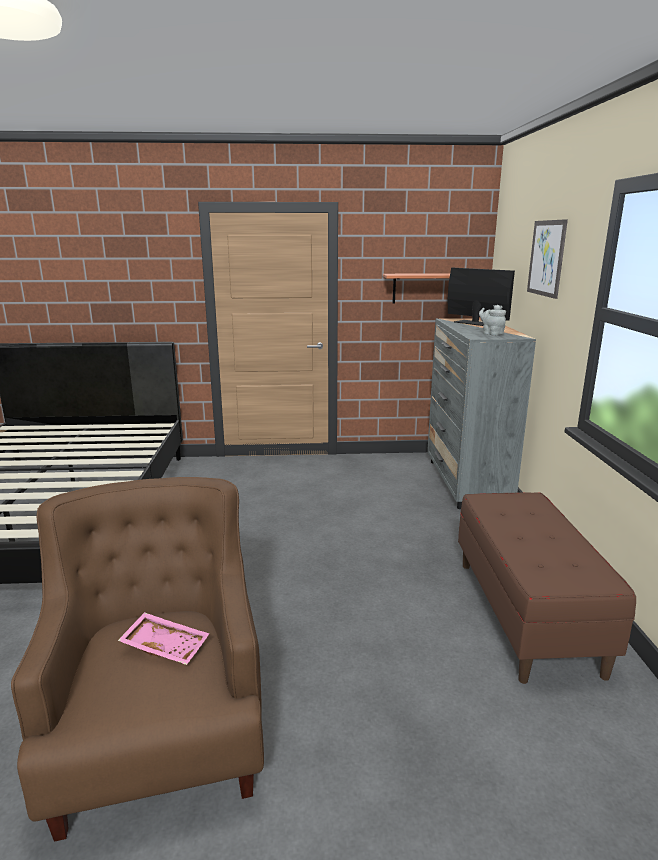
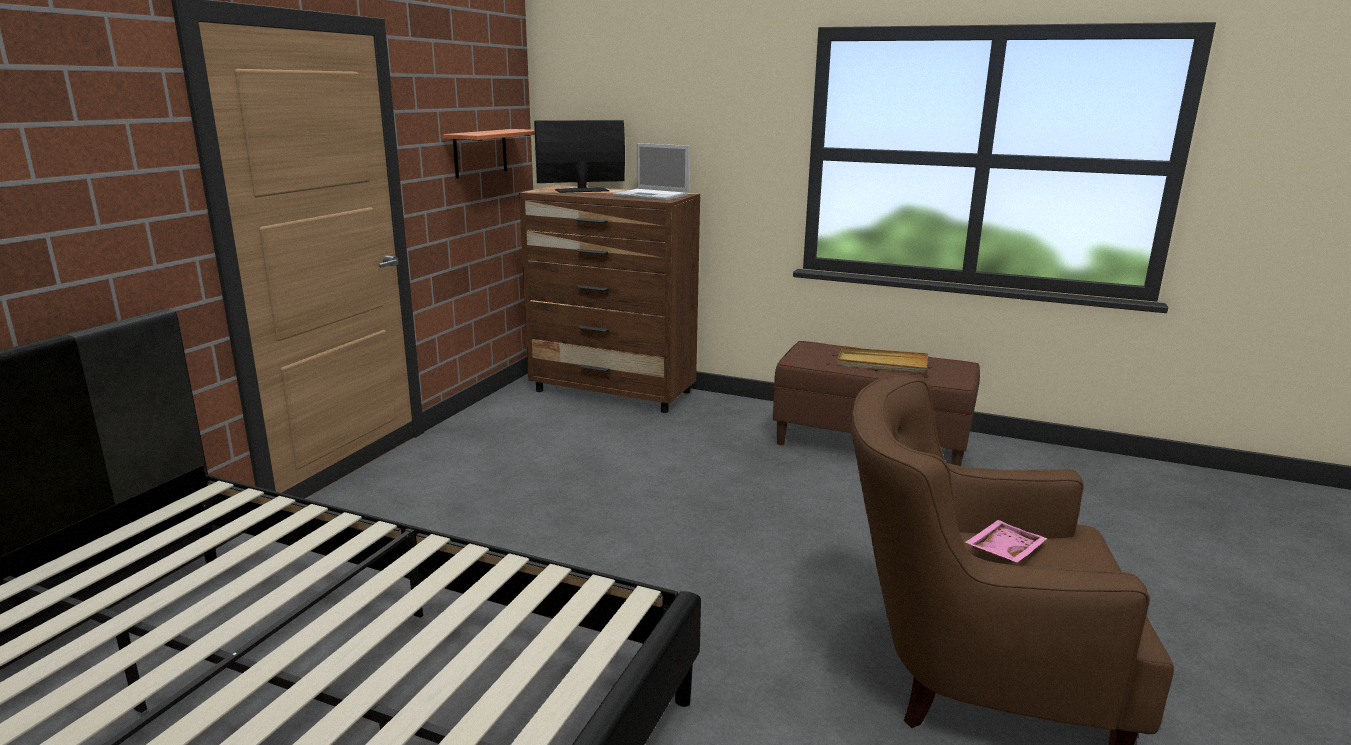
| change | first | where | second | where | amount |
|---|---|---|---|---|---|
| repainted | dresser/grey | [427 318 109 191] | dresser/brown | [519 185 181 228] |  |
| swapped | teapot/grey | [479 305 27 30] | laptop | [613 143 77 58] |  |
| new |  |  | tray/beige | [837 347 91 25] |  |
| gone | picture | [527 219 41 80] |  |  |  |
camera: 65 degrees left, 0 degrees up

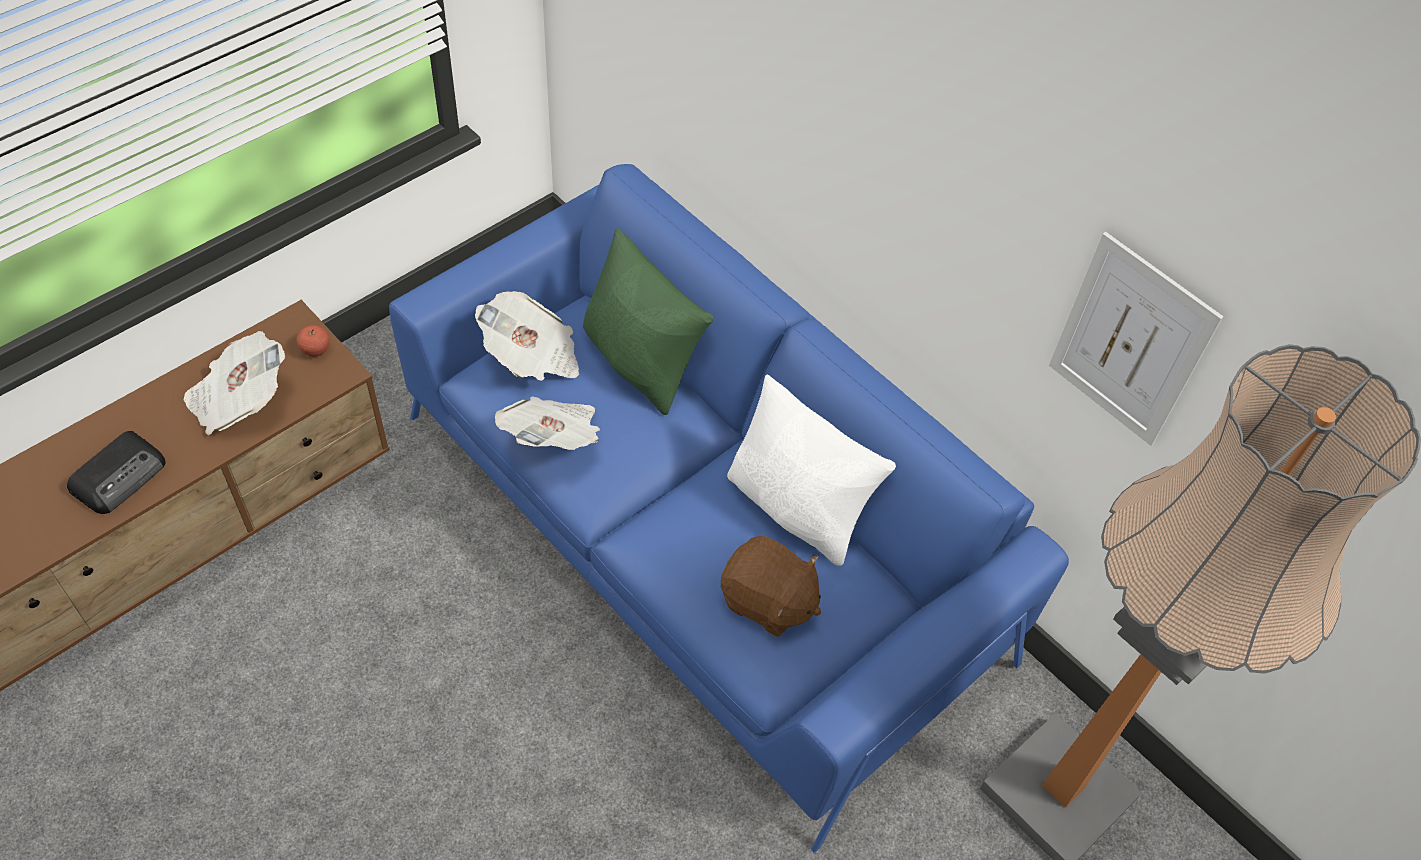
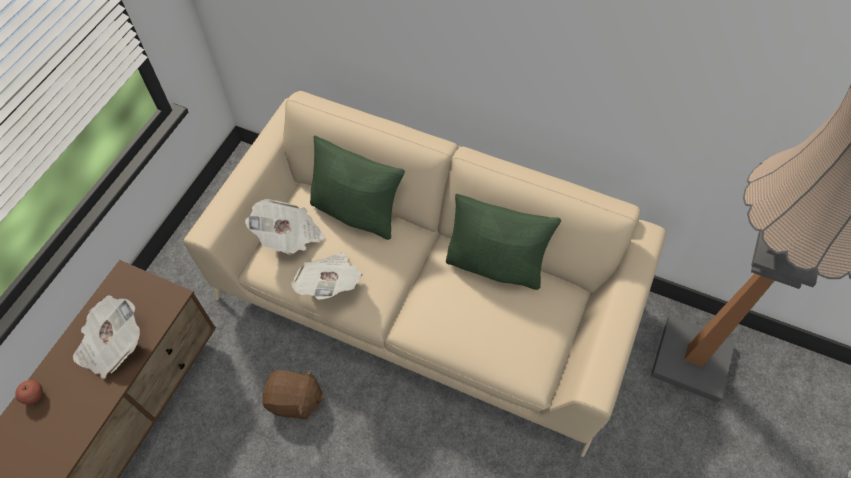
| change | first | where | second | where | amount |
|---|---|---|---|---|---|
| shifted | apple | [296 325 34 32] |  | [15 380 28 24] |  |
| repainted | sofa/blue | [389 164 680 688] | sofa/beige | [184 91 482 366] |  |
| shifted | plush toy/brown | [721 536 100 101] |  | [262 369 63 50] |  |
| repainted | pillow/white | [727 375 169 191] | pillow/green | [446 194 115 96] |  |
| gone | radio | [67 431 98 83] |  |  |  |
| gone | picture | [1049 232 174 214] |  |  |  |
camera: 20 degrees left, 5 degrees up

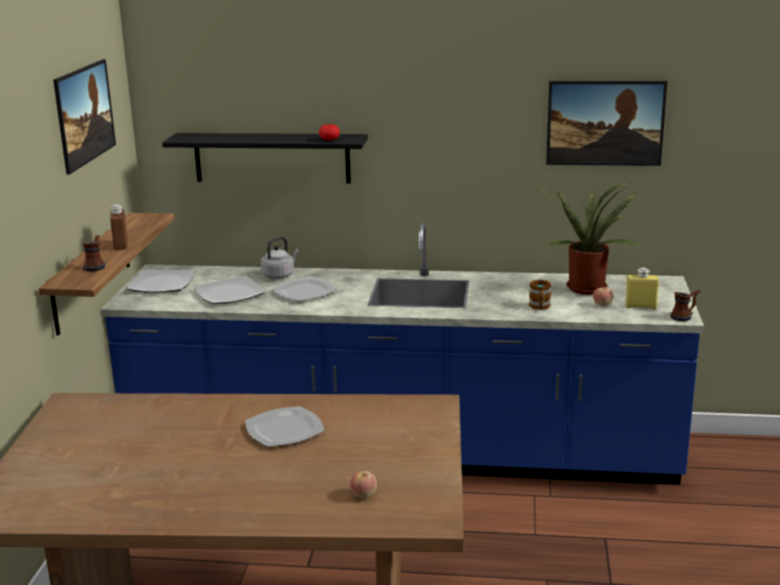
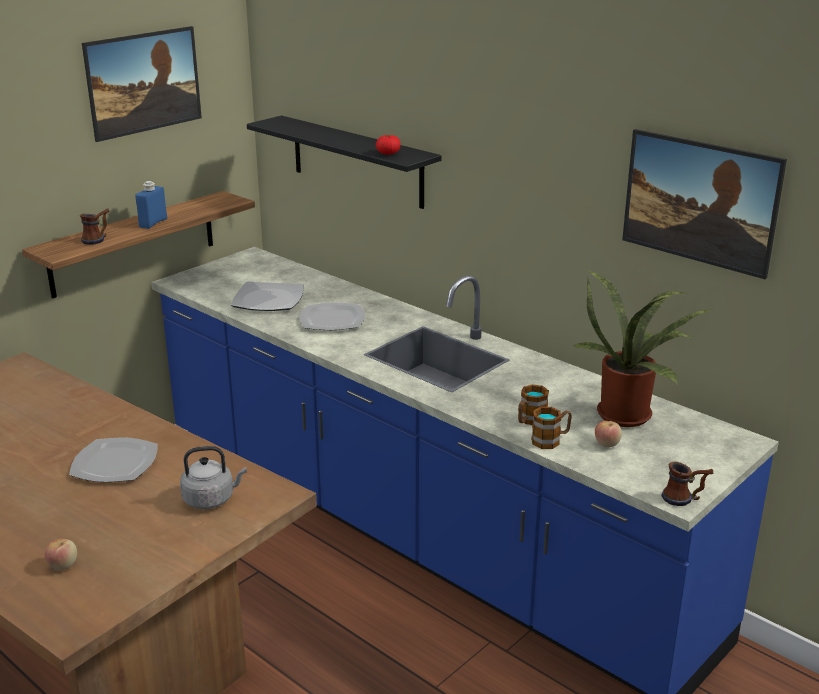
| change | first | where | second | where | amount |
|---|---|---|---|---|---|
| repainted | bottle/brown | [110 204 17 46] | bottle/blue | [135 181 32 48] |  |
| shifted | kettle/grey | [261 236 38 43] |  | [180 446 67 63] |  |
| new |  |  | mug | [531 407 41 42] |  |
| gone | plate | [127 270 68 23] |  |  |  |
| gone | bottle/yellow | [625 268 34 41] |  |  |  |
camera: 35 degrees right, 5 degrees up

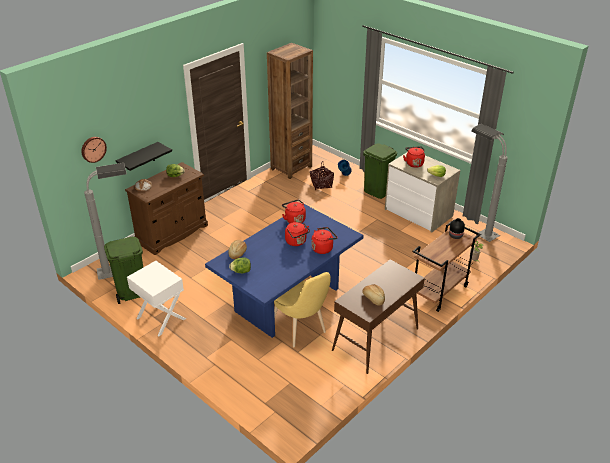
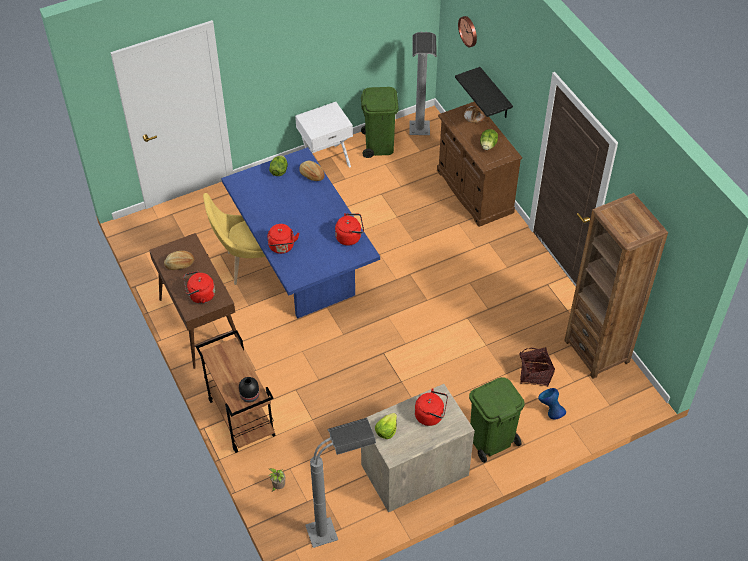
| change | first | where | second | where | amount |
|---|---|---|---|---|---|
| shifted | kettle/red | [285 222 25 24] |  | [184 271 31 32] |  |
camera: 110 degrees right, 15 degrees up

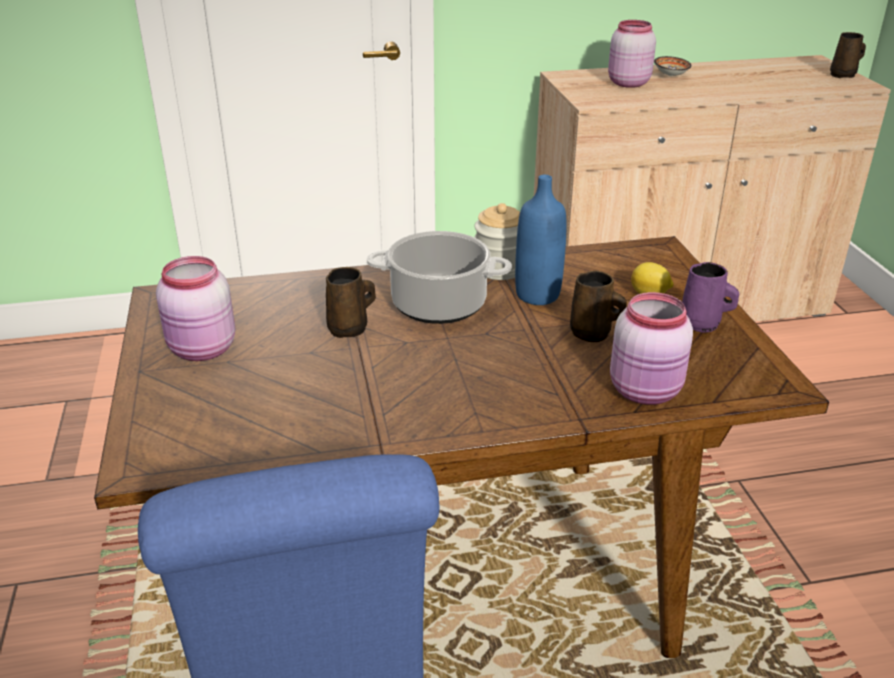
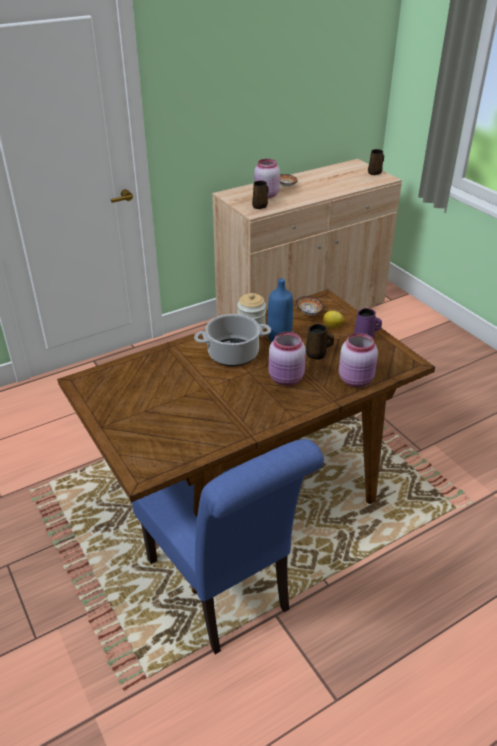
| change | first | where | second | where | amount |
|---|---|---|---|---|---|
| shifted | mug/brown | [326 267 50 71] |  | [252 181 17 28] |  |
| shifted | jar/pink | [156 256 79 105] |  | [269 332 37 54] |  |
| new |  |  | bowl | [296 296 28 19] |  |
camera: 20 degrees left, 5 degrees up

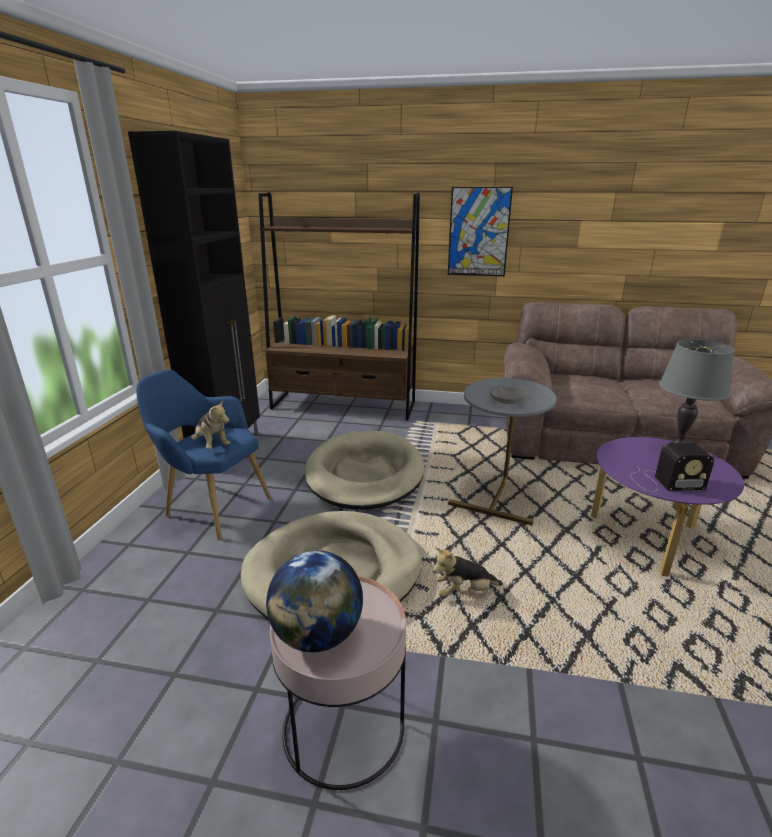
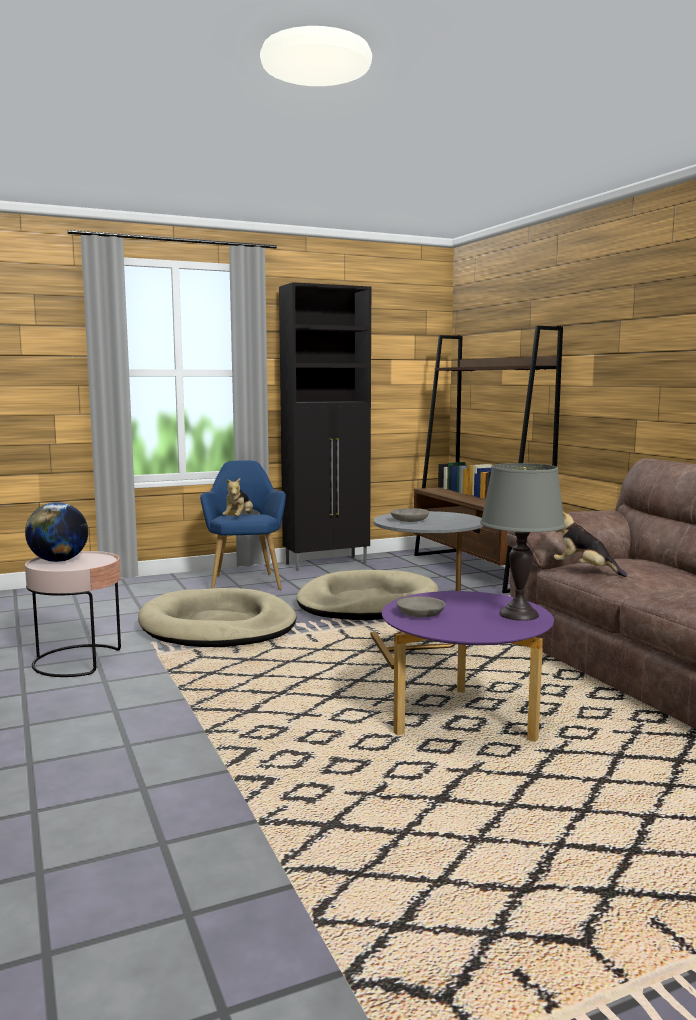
| change | first | where | second | where | amount |
|---|---|---|---|---|---|
| swapped | radio | [630 442 84 50] | bowl/grey | [397 596 49 21] |  |
| shifted | plush toy | [433 548 70 49] |  | [554 511 73 66] |  |
| gone | picture | [448 187 65 89] |  |  |  |
camera: 55 degrees right, 15 degrees down

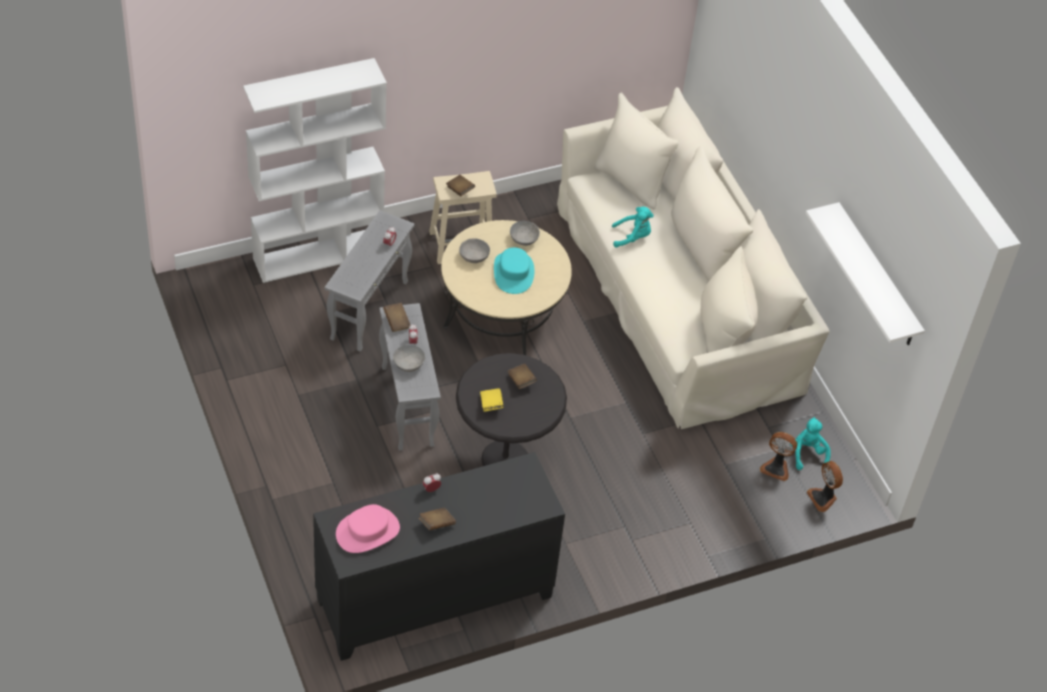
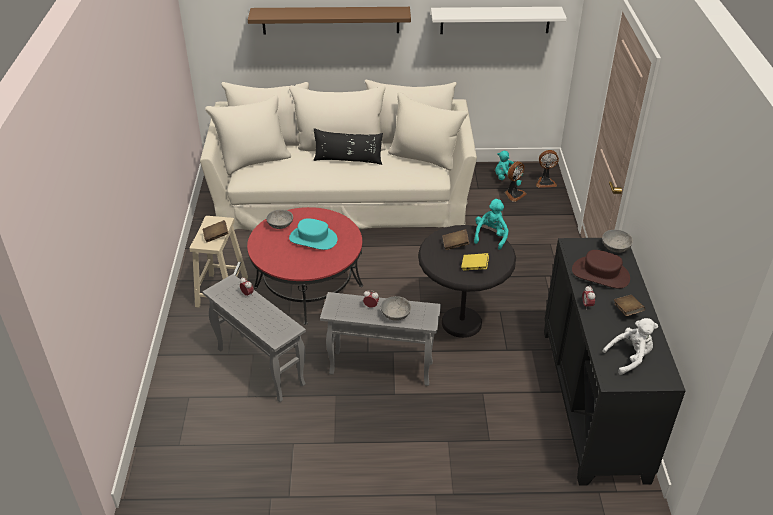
| change | first | where | second | where | amount |
|---|---|---|---|---|---|
| repainted | coffee table/beige | [441 220 131 136] | coffee table/red | [247 207 116 118] |  |
| new |  |  | shelf/brown | [248 7 163 28] |  |
| new |  |  | pillow/black | [313 128 70 37] |  |
| shifted | plush toy/turquoise | [612 207 42 40] |  | [474 199 34 51] |  |
| new |  |  | hat/brown | [572 250 58 39] |  |
| shifted | bowl/grey | [459 238 31 25] |  | [602 230 31 23] |  |
| swapped | hat/pink | [336 504 64 49] | plush toy/white | [602 318 56 57] |  |
| gone | bookcase/white | [243 58 144 225] |  |  |  |
| gone | book/brown | [383 303 27 29] |  |  |  |
camera: 65 degrees left, 10 degrees down

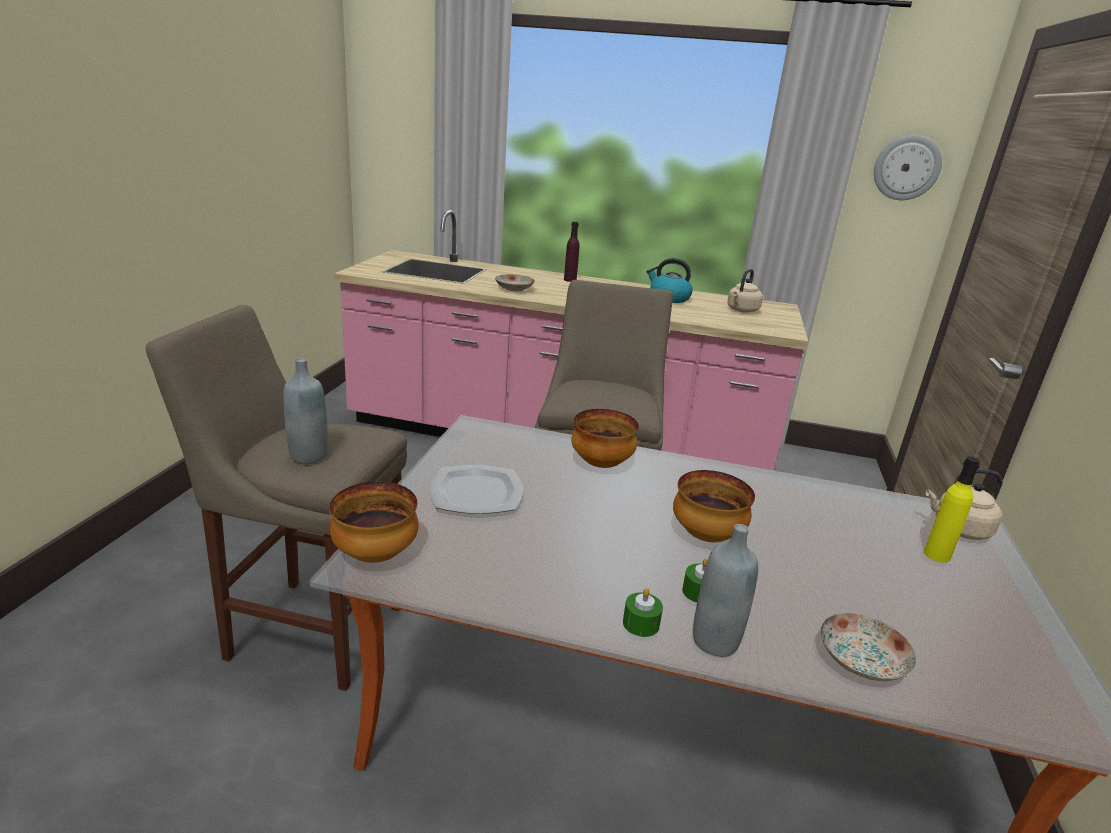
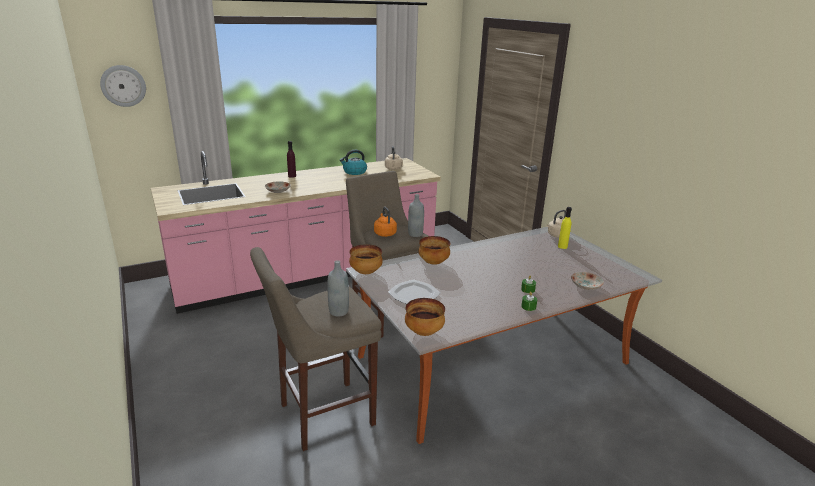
| change | first | where | second | where | amount |
|---|---|---|---|---|---|
| shifted | wall clock | [874 135 68 65] |  | [100 65 46 42] |  |
| shifted | bowl | [673 470 82 72] |  | [349 244 34 30] |  |
| new |  |  | kettle/orange | [374 207 23 30] |  |
| shifted | bottle/grey | [693 524 65 133] |  | [408 194 16 43] |  |
camera: 40 degrees left, 0 degrees up

